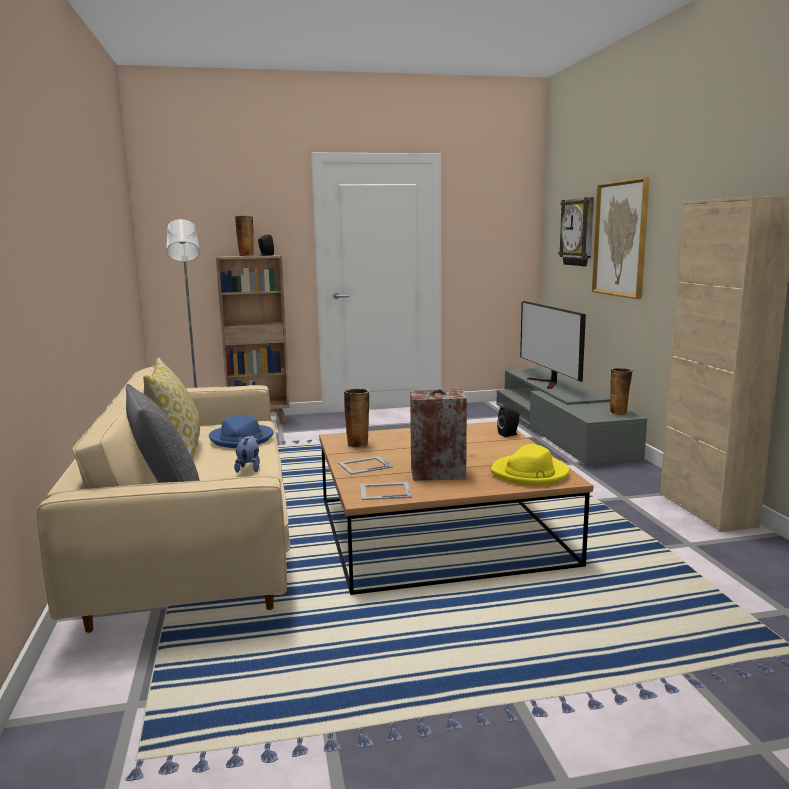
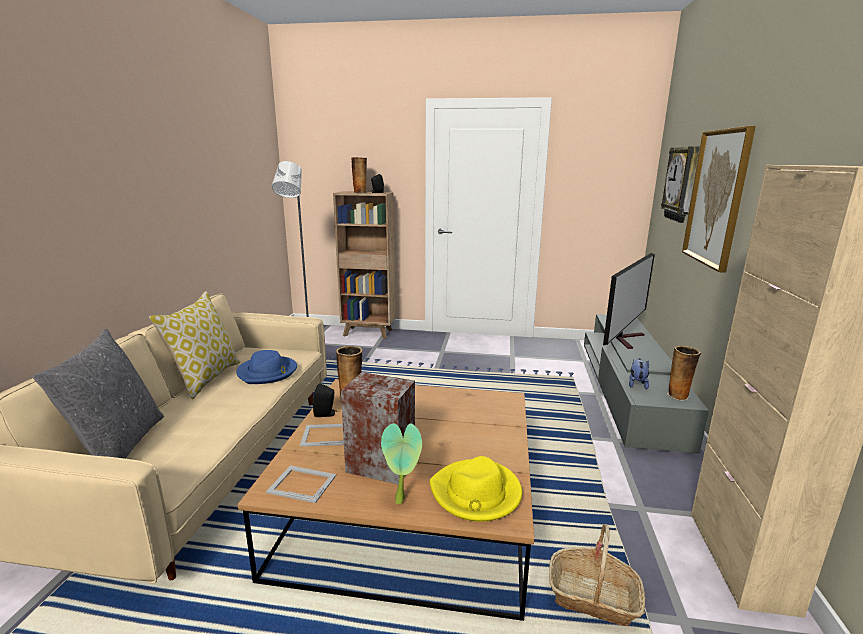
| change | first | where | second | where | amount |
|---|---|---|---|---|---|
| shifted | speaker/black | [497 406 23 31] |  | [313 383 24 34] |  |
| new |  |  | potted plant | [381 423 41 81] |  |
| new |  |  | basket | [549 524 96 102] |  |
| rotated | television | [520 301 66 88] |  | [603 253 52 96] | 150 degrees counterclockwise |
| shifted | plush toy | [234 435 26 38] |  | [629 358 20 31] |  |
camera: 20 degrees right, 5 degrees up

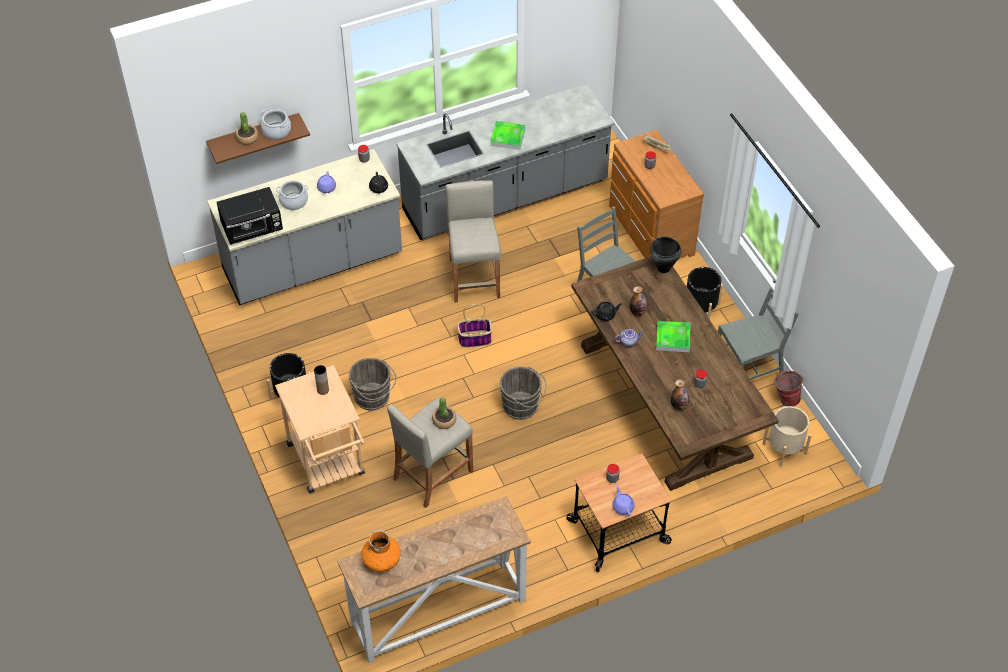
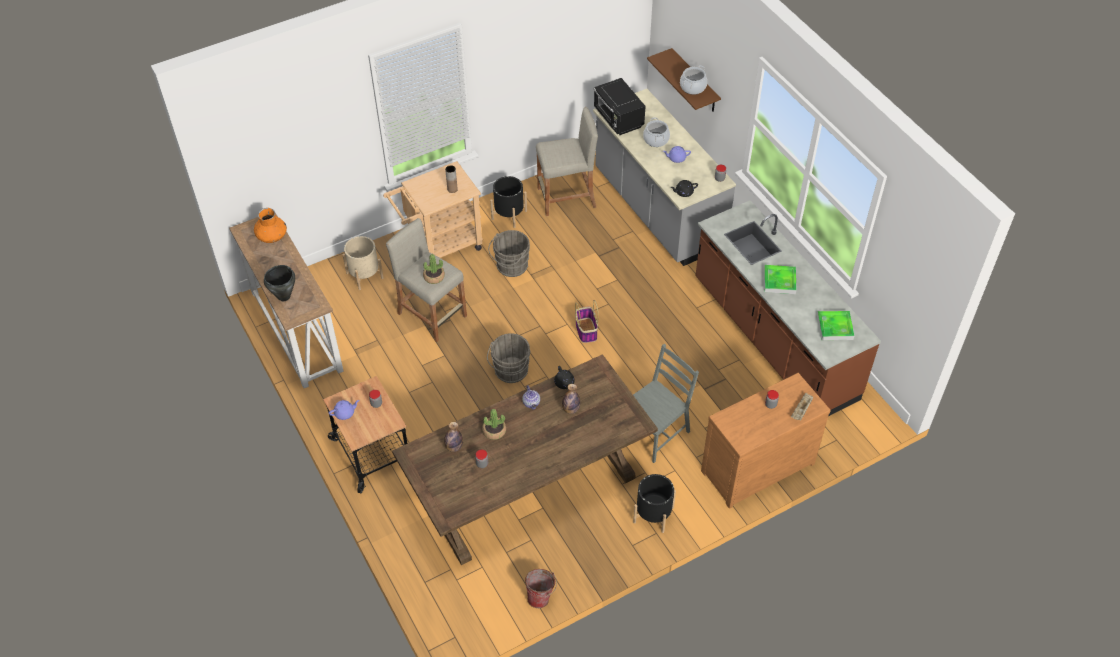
| change | first | where | second | where | amount |
|---|---|---|---|---|---|
| shifted | cooking pot/black | [650 236 31 37] |  | [264 265 31 36] |  |
| shifted | planter/beige | [762 406 50 61] |  | [343 236 41 54] |  |
| shifted | potted plant | [235 112 23 33] |  | [482 409 24 31] |  |
| shifted | stool/beige | [445 180 56 123] |  | [536 107 62 109] |  |
| repainted | counter/grey | [396 84 218 156] | counter/brown | [695 200 186 216] |  |
| shifted | tray | [656 321 34 31] |  | [817 311 37 29] |  |
| gone | chair/grey | [718 279 81 101] |  |  |  |
camera: 85 degrees right, 0 degrees up

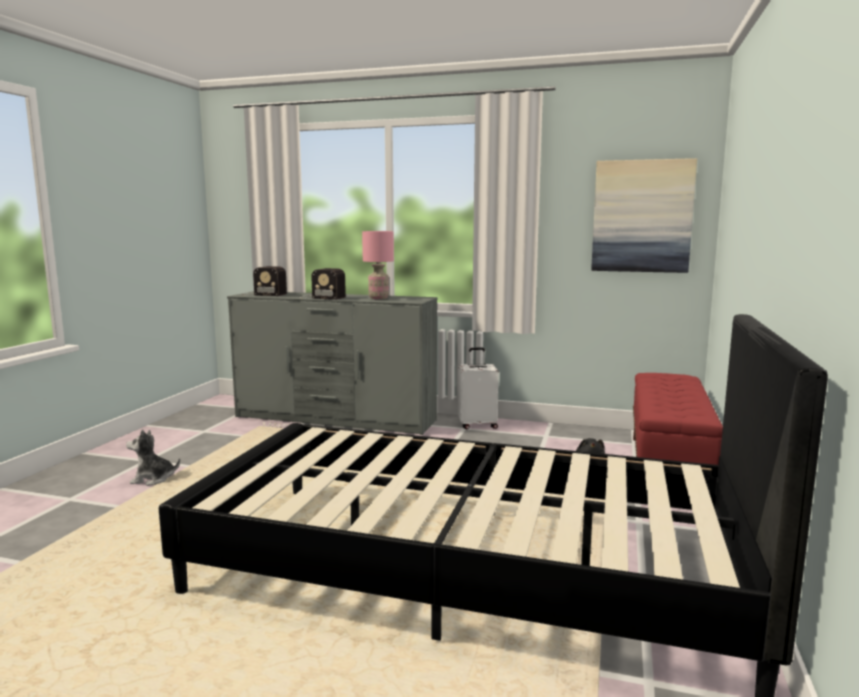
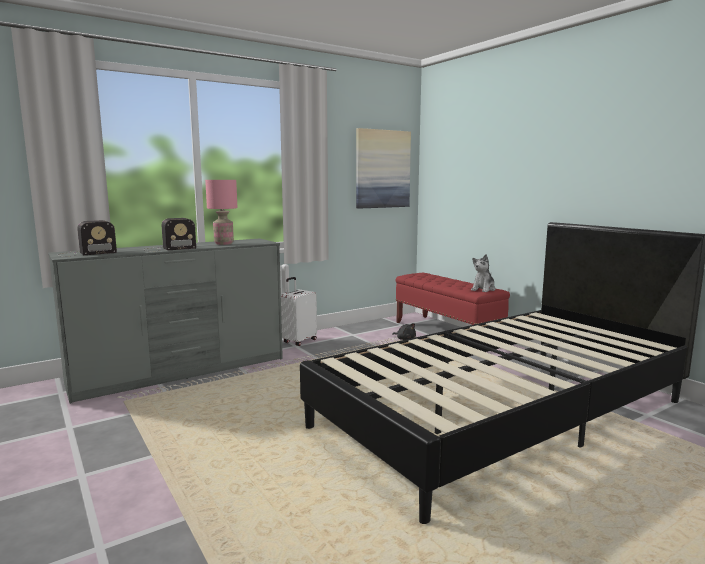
| change | first | where | second | where | amount |
|---|---|---|---|---|---|
| shifted | plush toy | [126 430 54 56] |  | [471 254 24 38] |  |
camera: 50 degrees left, 0 degrees up

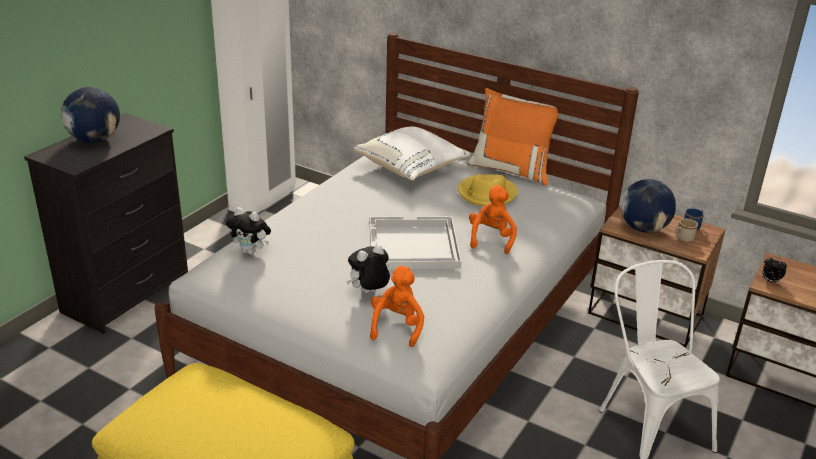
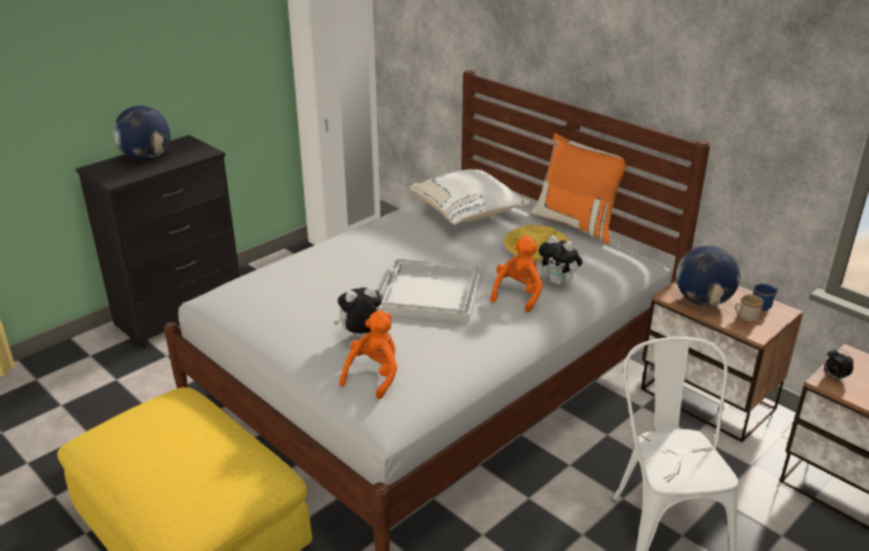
| change | first | where | second | where | amount |
|---|---|---|---|---|---|
| shifted | plush toy | [226 207 45 48] |  | [539 235 43 50] |  |
camera: 15 degrees right, 0 degrees up

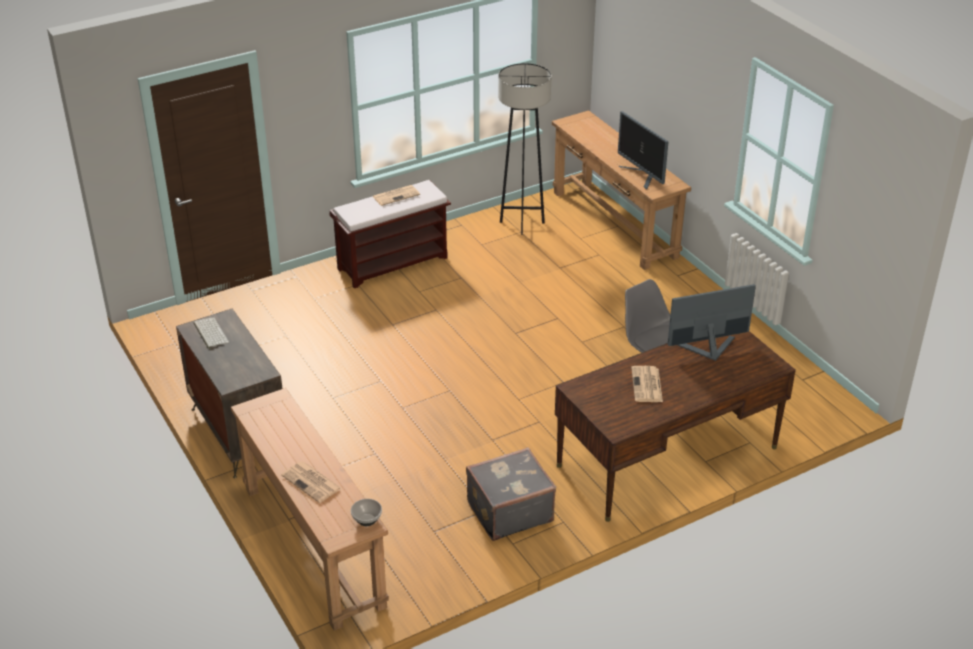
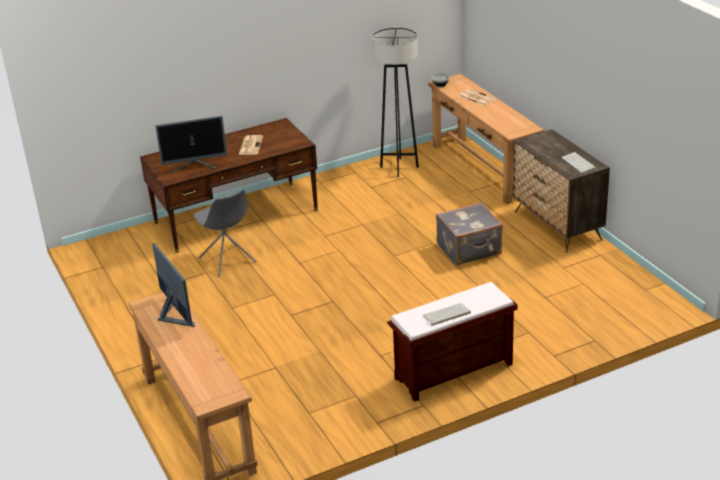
| change | first | where | second | where | amount |
|---|---|---|---|---|---|
| shifted | floor lamp/grey | [498 63 53 172] |  | [372 28 47 149] |  |
| swapped | newspaper | [372 185 48 21] | keyboard | [423 303 48 23] |  |
| shifted | suitcase/grey | [466 447 90 94] |  | [436 202 67 63] |  |
camera: 175 degrees left, 5 degrees down

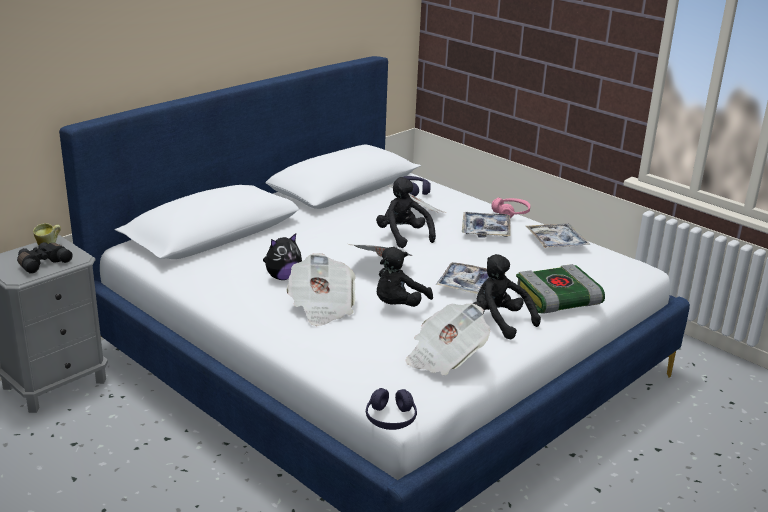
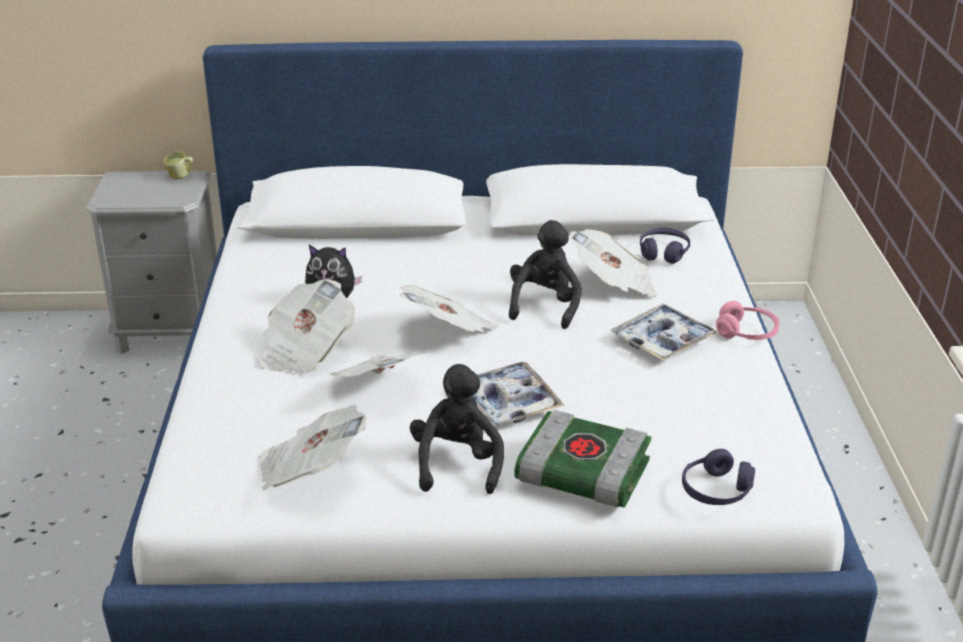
| change | first | where | second | where | amount |
|---|---|---|---|---|---|
| swapped | plush toy/black | [377 247 56 60] | newspaper | [329 352 96 25] |  |
| shifted | headphones/purple | [366 388 51 42] |  | [682 449 73 56] |  |
| gone | binoculars/black | [17 242 56 32] |  |  |  |
| gone | tray | [526 223 65 25] |  |  |  |
camera: 45 degrees right, 5 degrees up

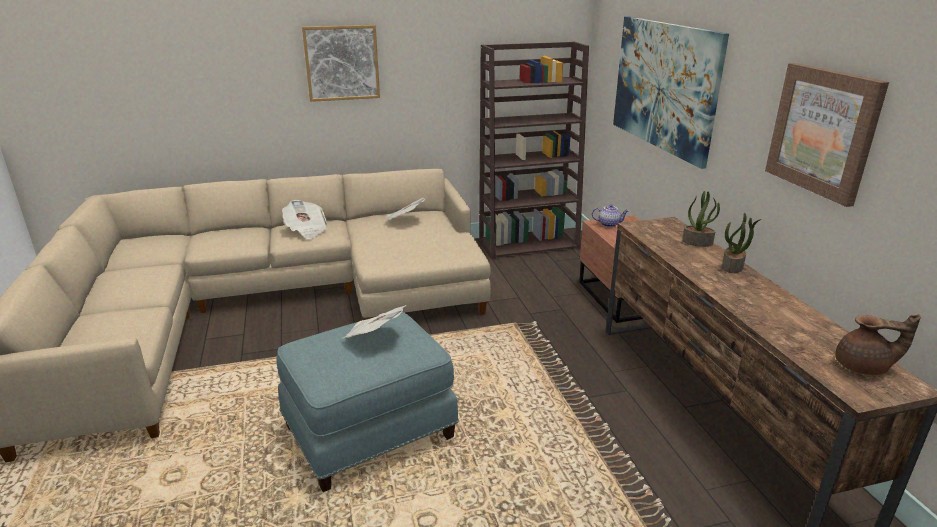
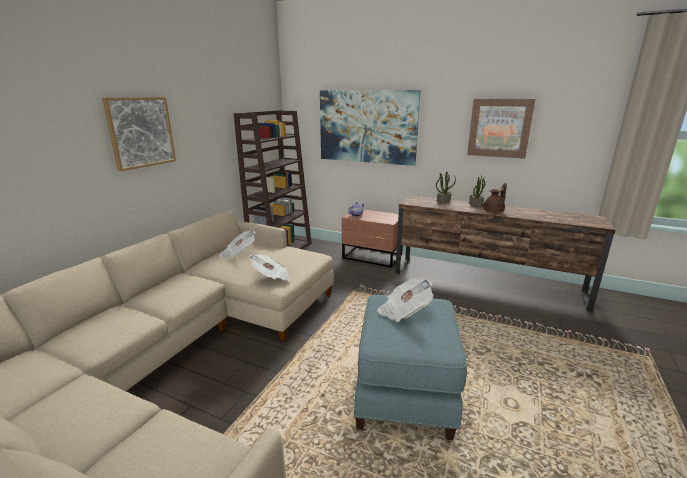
| change | first | where | second | where | amount |
|---|---|---|---|---|---|
| shifted | newspaper | [282 200 46 39] |  | [249 254 41 27] |  |
| shifted | teapot/brown | [835 315 86 60] |  | [484 183 23 30] |  |
camera: 50 degrees left, 5 degrees down

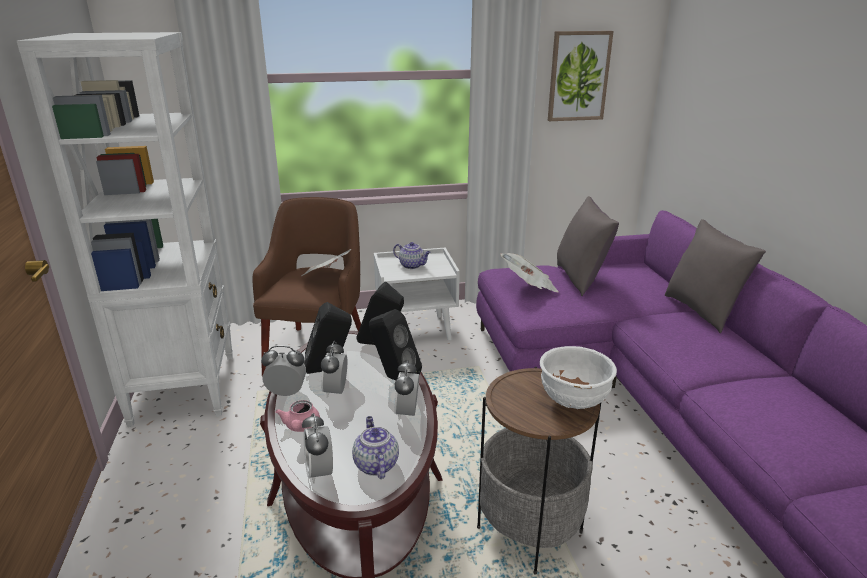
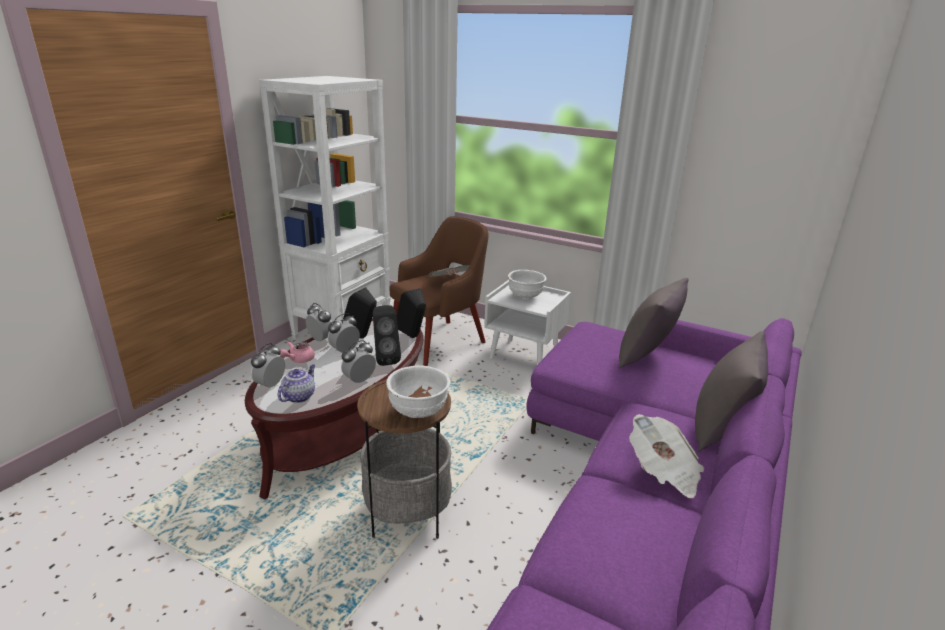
| change | first | where | second | where | amount |
|---|---|---|---|---|---|
| swapped | teapot | [393 242 38 27] | bowl/white | [508 270 39 29] |  |
| shifted | newspaper | [500 253 58 39] |  | [629 414 75 84] |  |
| gone | picture | [548 31 66 90] |  |  |  |
camera: 40 degrees right, 0 degrees up

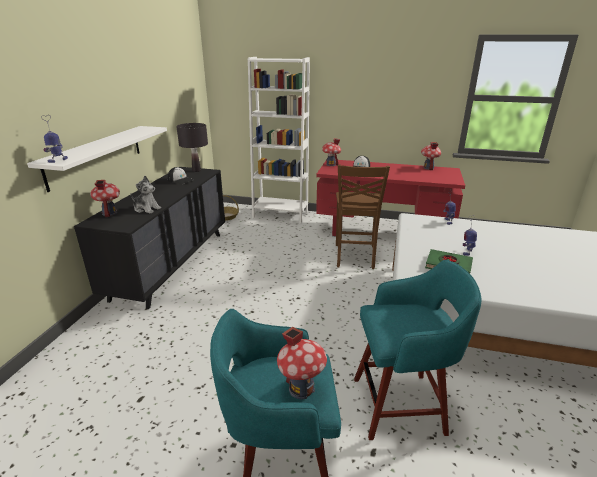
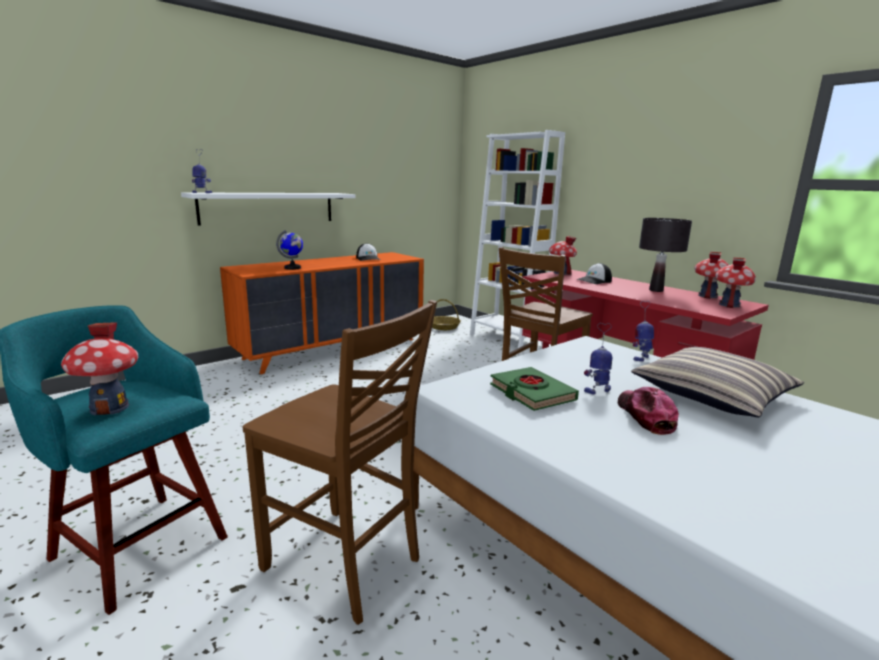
| change | first | where | second | where | amount |
|---|---|---|---|---|---|
| repainted | dresser/black | [74 167 151 142] | dresser/orange | [220 252 204 122] |  |
| swapped | stool/turquoise | [354 260 127 180] | chair/brown | [243 300 194 325] |  |
| swapped | plush toy | [131 176 30 38] | globe | [276 230 27 40] |  |
| new |  |  | cap | [618 387 61 48] |  |
| new |  |  | pillow | [631 347 173 70] |  |
| shifted | table lamp/black | [176 123 32 49] |  | [639 218 53 74] |  |
| shifted | toy house | [90 180 30 37] |  | [715 257 41 51] |  |
camera: 35 degrees right, 10 degrees down

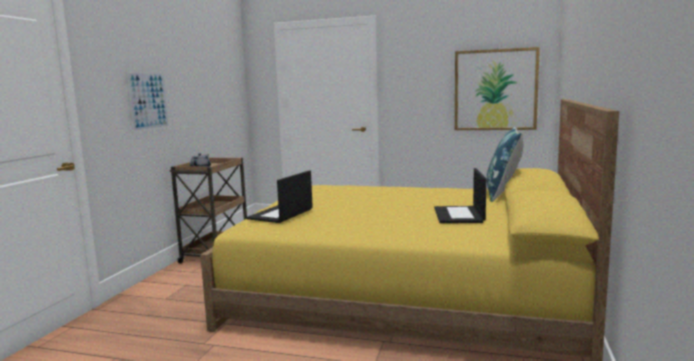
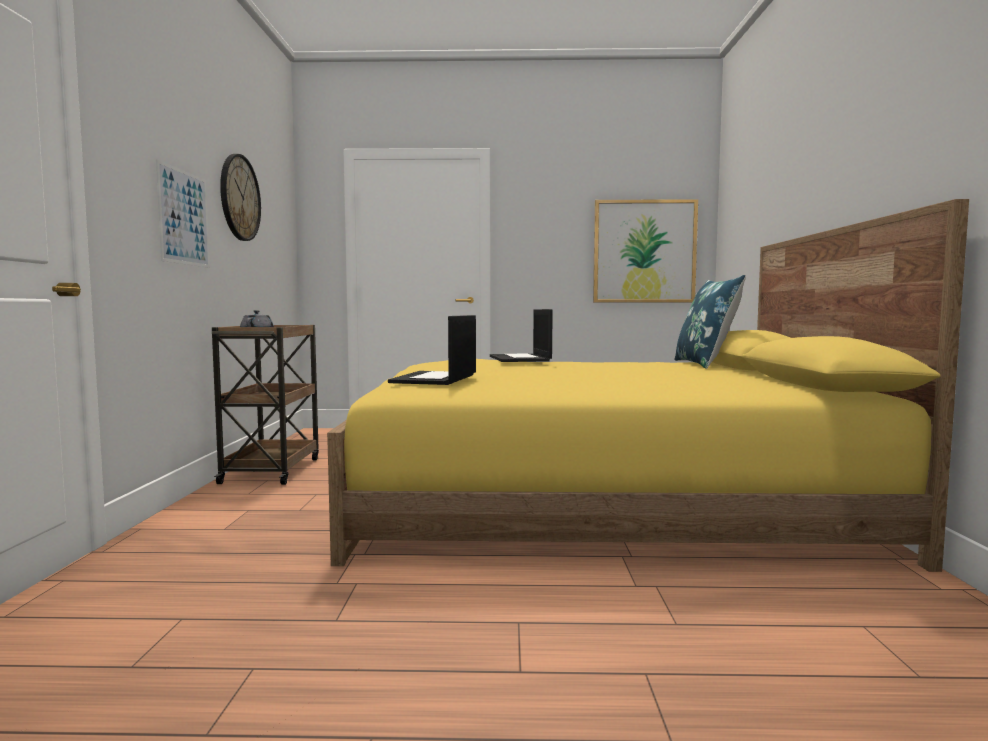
| change | first | where | second | where | amount |
|---|---|---|---|---|---|
| new |  |  | wall clock | [220 154 41 87] |  |
| shifted | laptop | [434 168 52 55] |  | [490 309 63 53] |  |
camera: 15 degrees left, 5 degrees down

